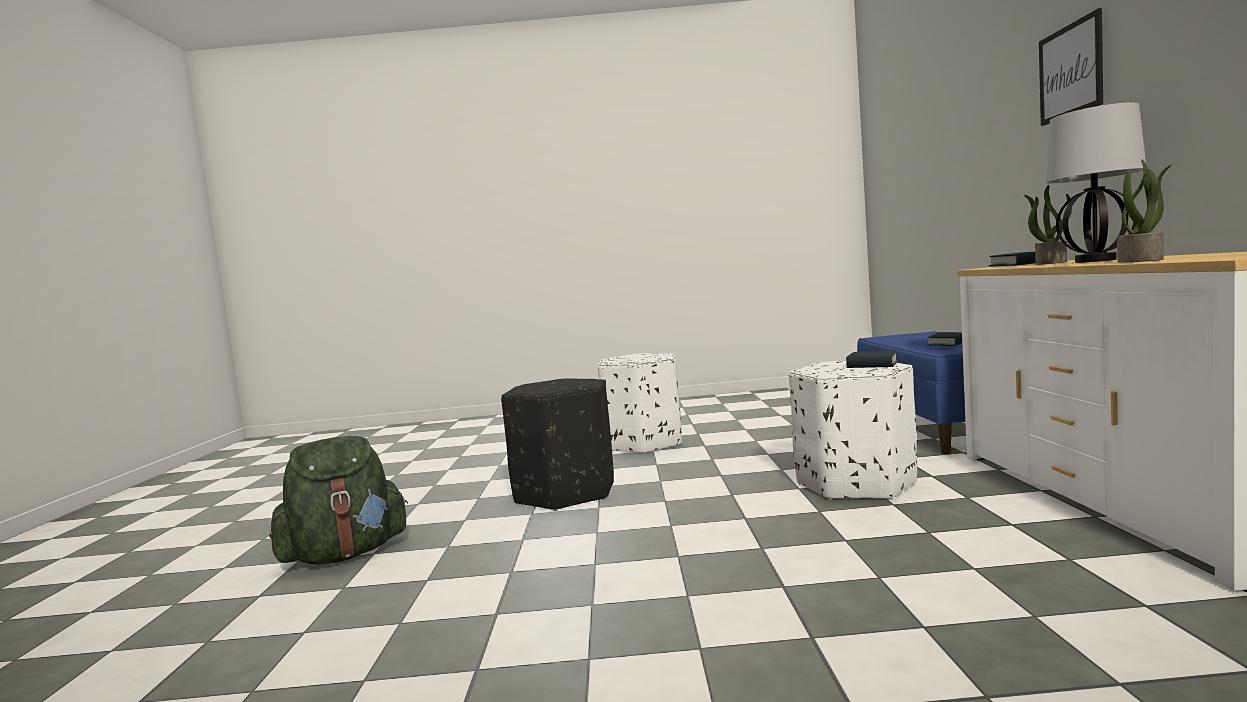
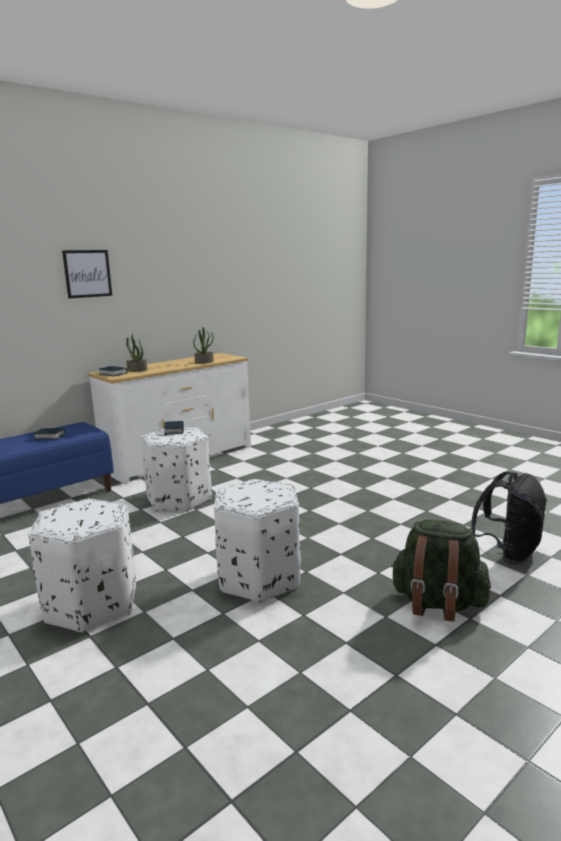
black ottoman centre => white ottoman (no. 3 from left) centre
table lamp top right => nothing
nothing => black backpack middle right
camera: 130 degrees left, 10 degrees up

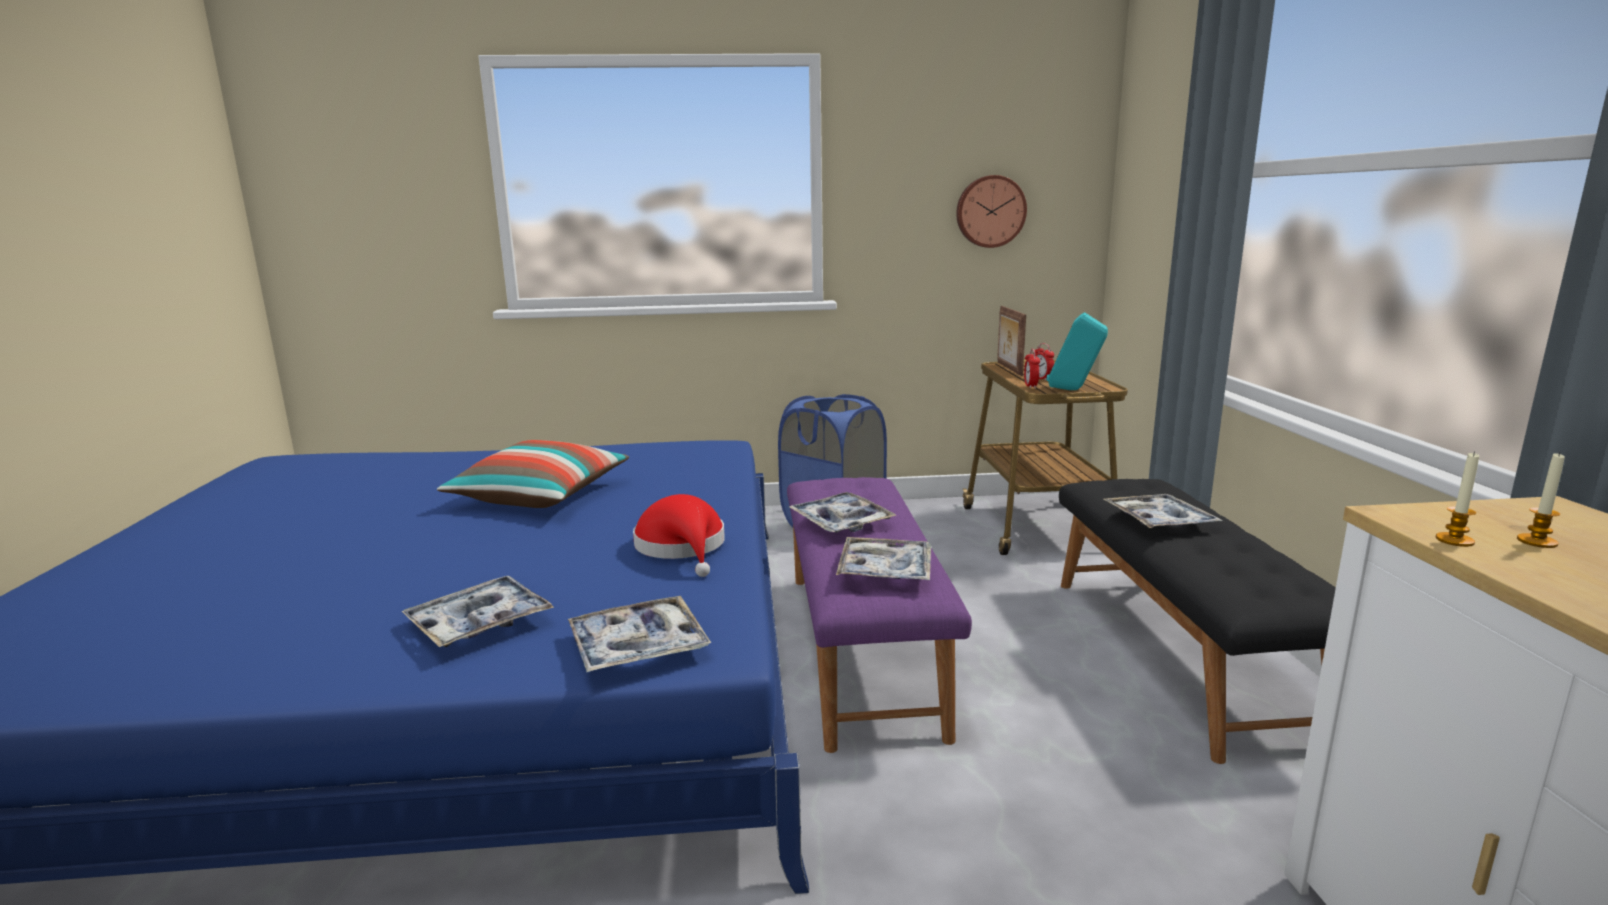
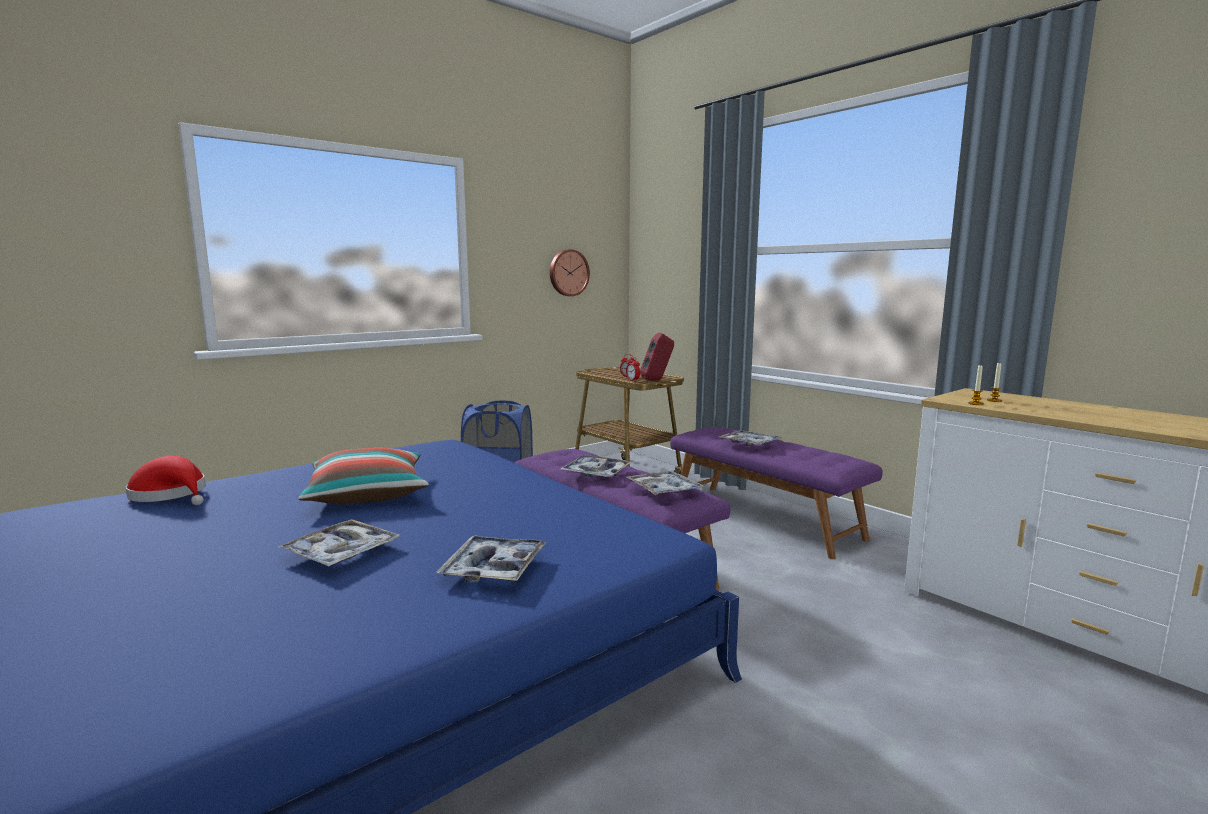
tray (no. 2 from left in the first image) bottom centre => tray (no. 1 from left) bottom left, shifted
red hat centre => red hat middle left, shifted
picture frame centre => nothing
turquoise speaker middle right => red speaker centre
black bench bottom right => purple bench (no. 2 from left) centre
camera: 35 degrees left, 5 degrees down

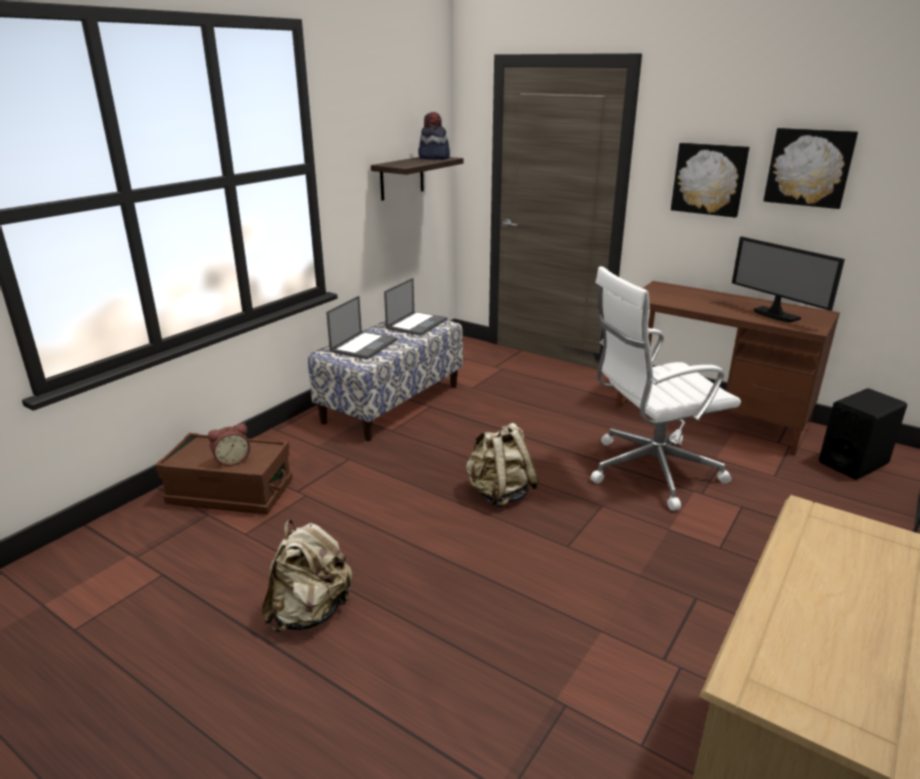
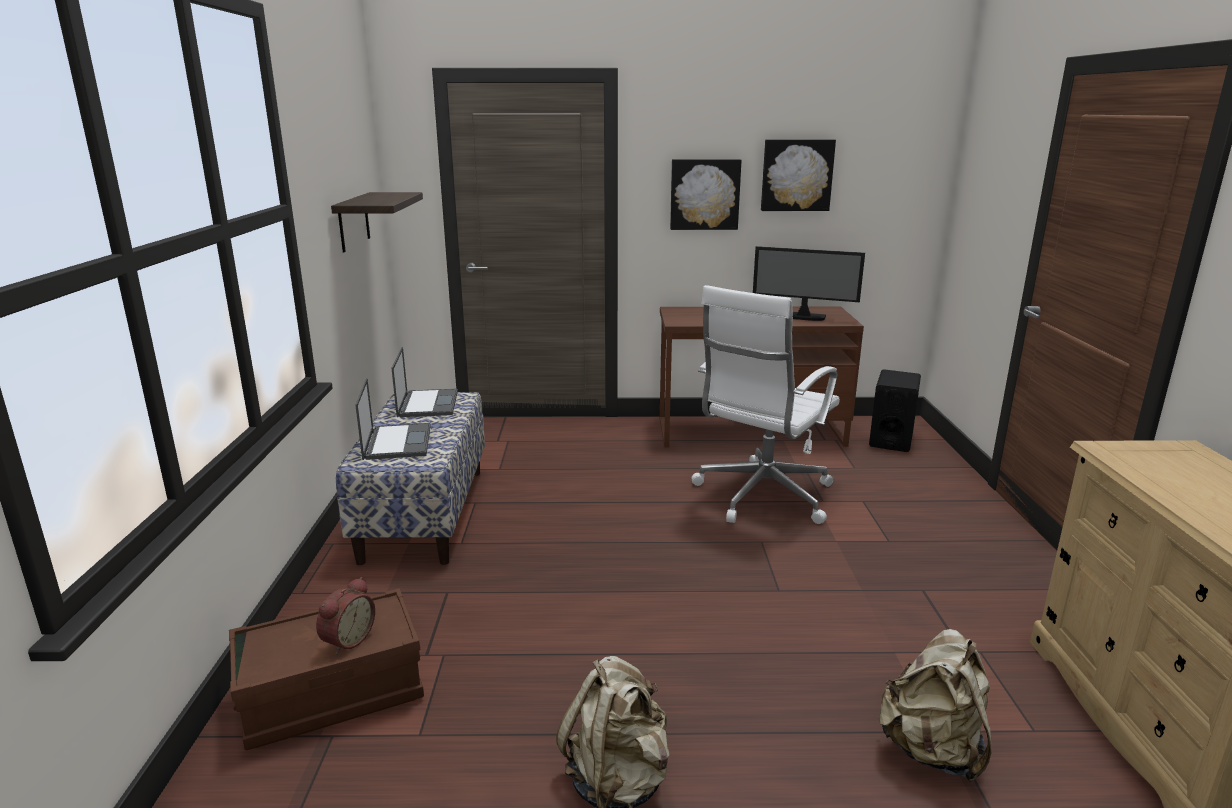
hat top centre => nothing
beige backpack (no. 2 from left) centre => beige backpack (no. 2 from left) bottom right, shifted
camera: 35 degrees left, 5 degrees down

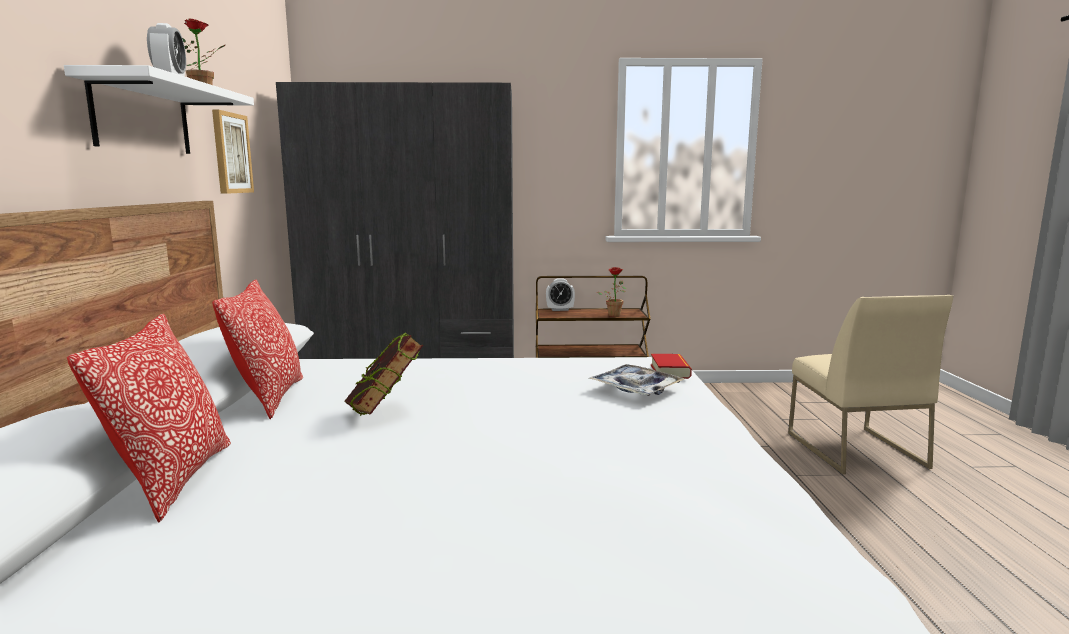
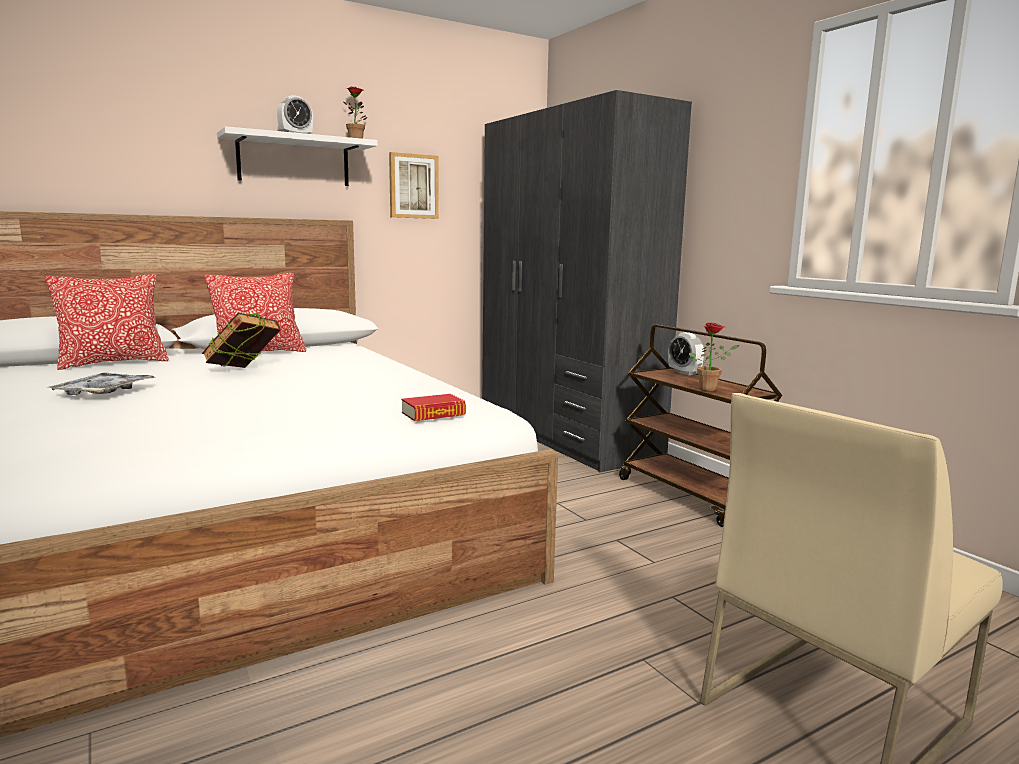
tray centre => tray middle left, shifted
camera: 60 degrees right, 0 degrees up

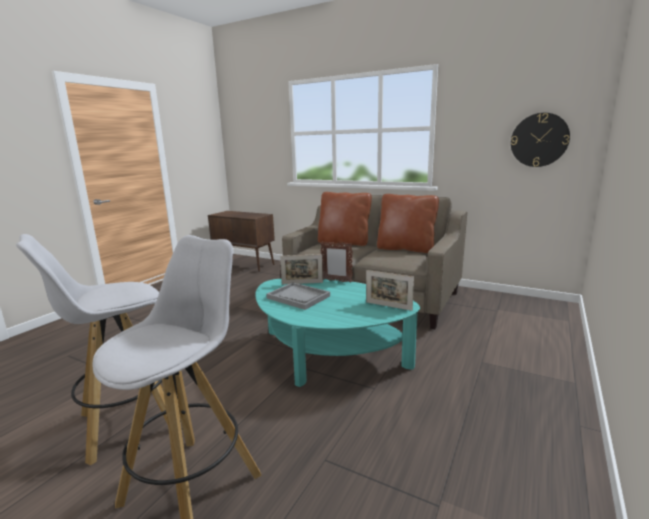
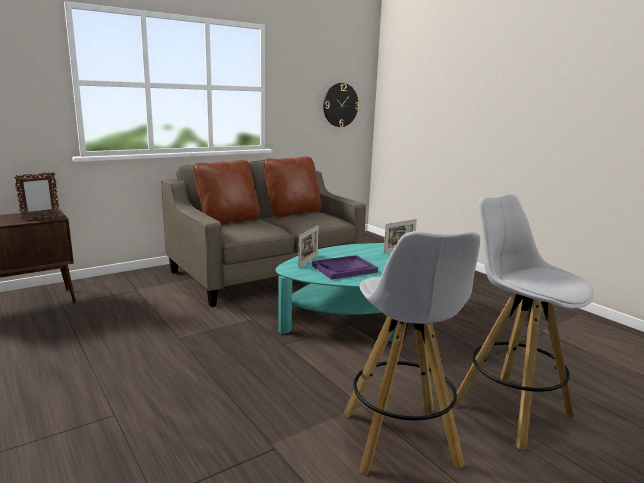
grey tray centre => purple tray centre
picture frame (no. 2 from left in the first image) centre => picture frame (no. 1 from left) middle left, shifted
camera: 65 degrees left, 0 degrees up

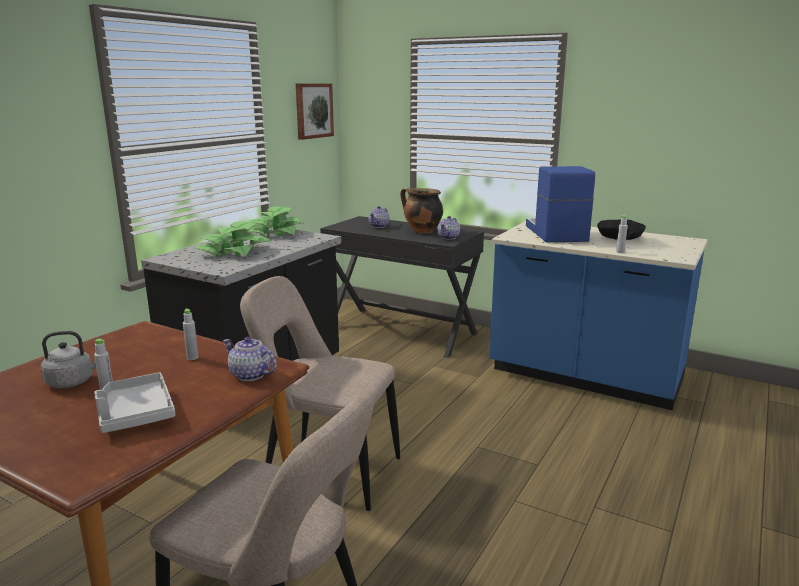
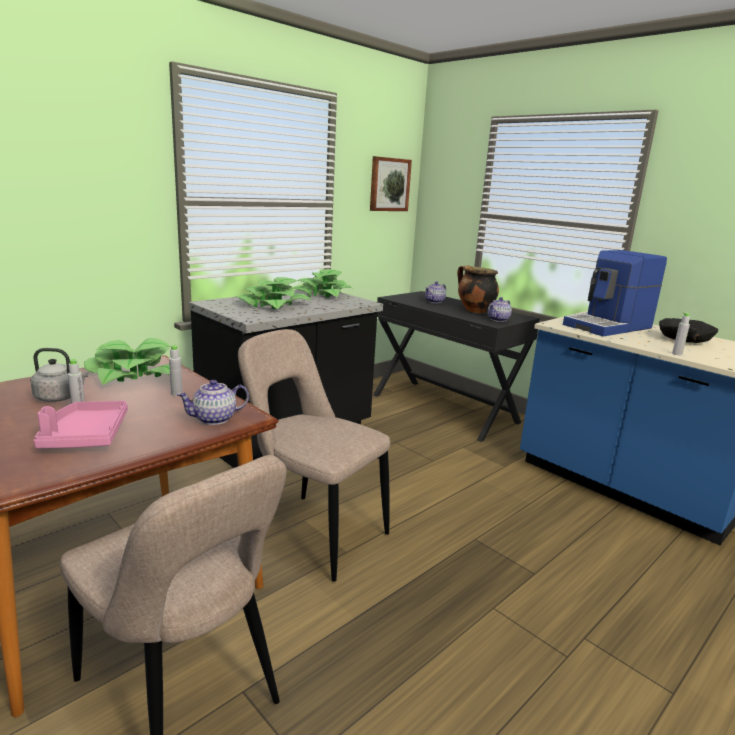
grey tray bottom left => pink tray middle left
teapot (no. 1 from left) middle left, 75 degrees counterclockwise
coffee machine middle right, 135 degrees counterclockwise
nothing => potted plant (no. 1 from left) middle left
camera: 15 degrees right, 0 degrees up

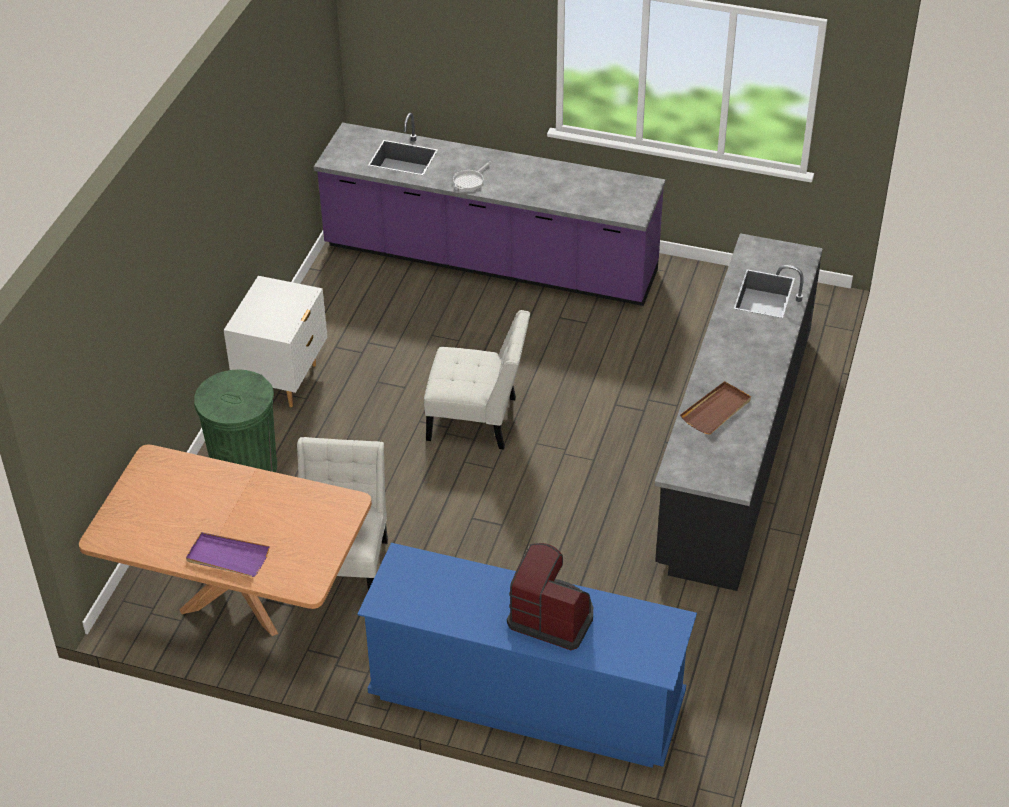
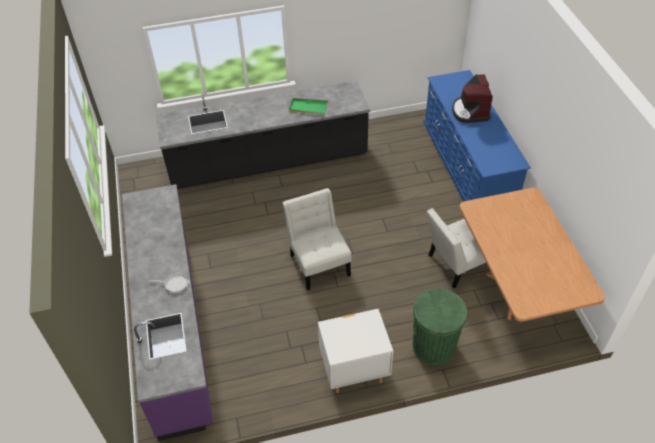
purple tray bottom left => nothing
brown tray middle right => green tray top centre
camera: 120 degrees left, 5 degrees up

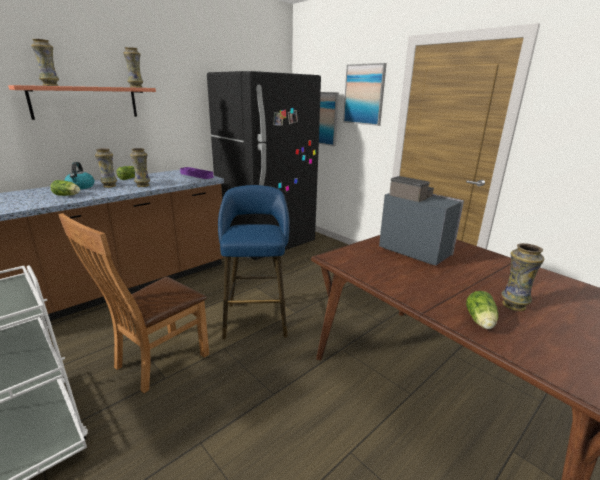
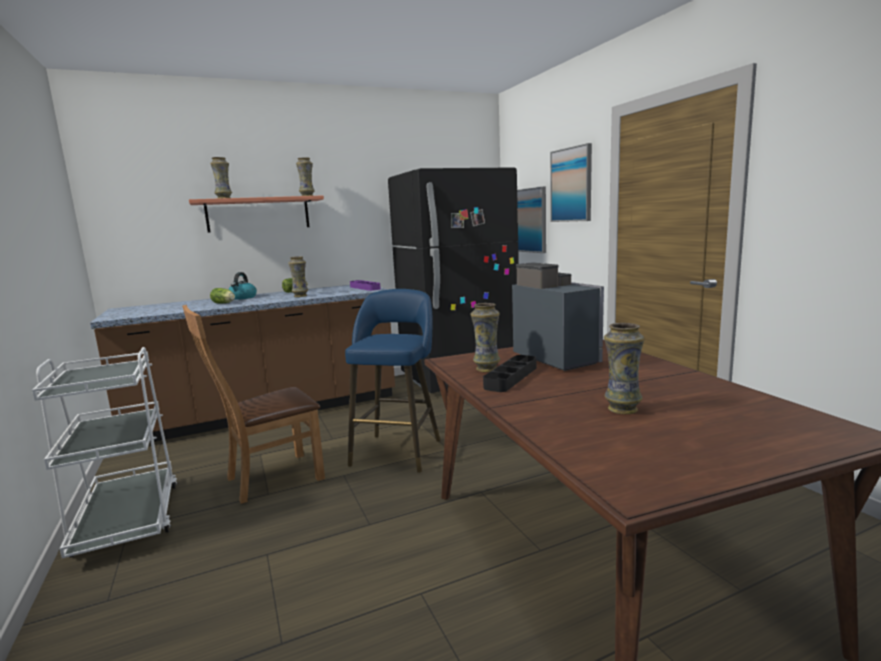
vase (no. 2 from left in the first image) middle left => vase (no. 4 from left) centre, shifted
lettuce (no. 3 from left) middle right => nothing
nothing => black tray centre
camera: 20 degrees right, 10 degrees down

